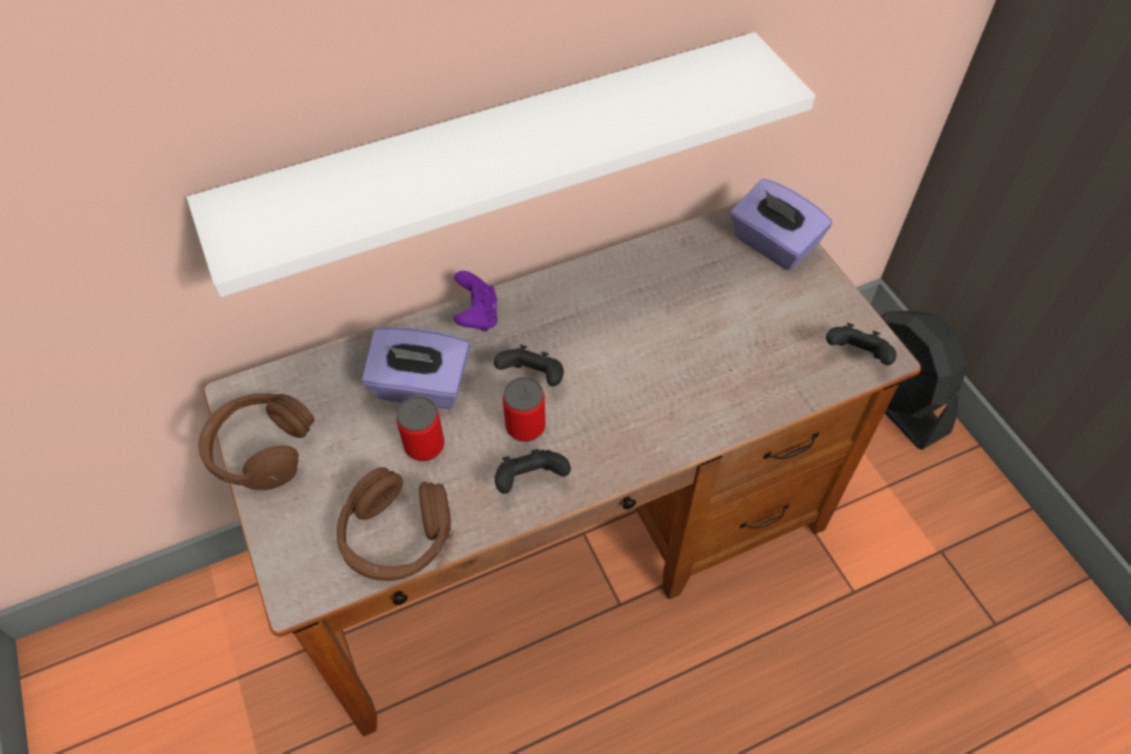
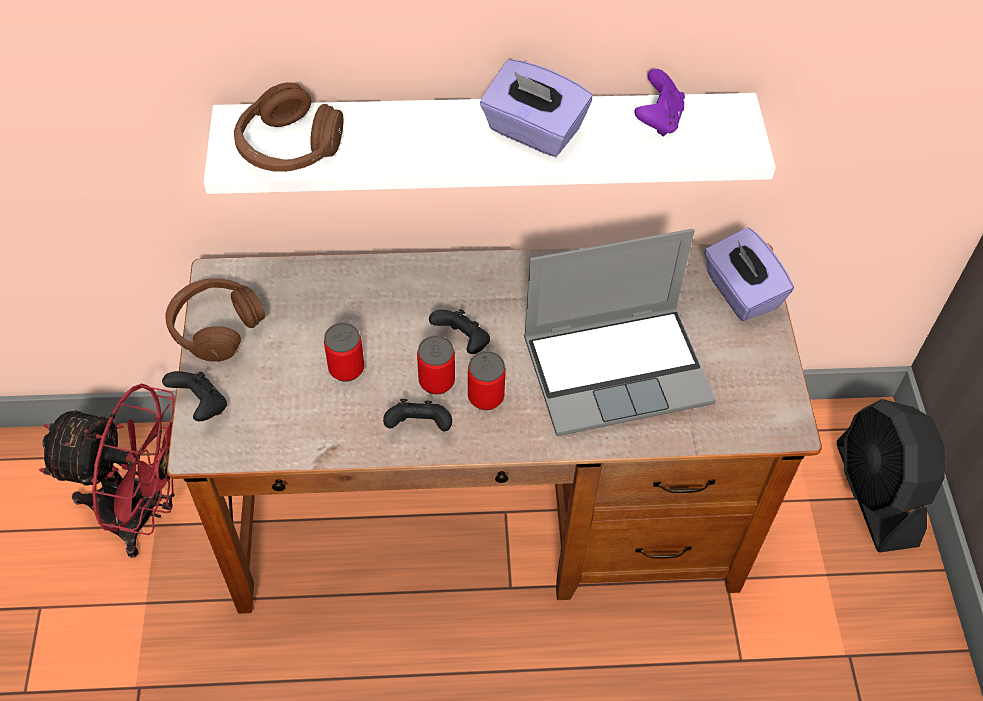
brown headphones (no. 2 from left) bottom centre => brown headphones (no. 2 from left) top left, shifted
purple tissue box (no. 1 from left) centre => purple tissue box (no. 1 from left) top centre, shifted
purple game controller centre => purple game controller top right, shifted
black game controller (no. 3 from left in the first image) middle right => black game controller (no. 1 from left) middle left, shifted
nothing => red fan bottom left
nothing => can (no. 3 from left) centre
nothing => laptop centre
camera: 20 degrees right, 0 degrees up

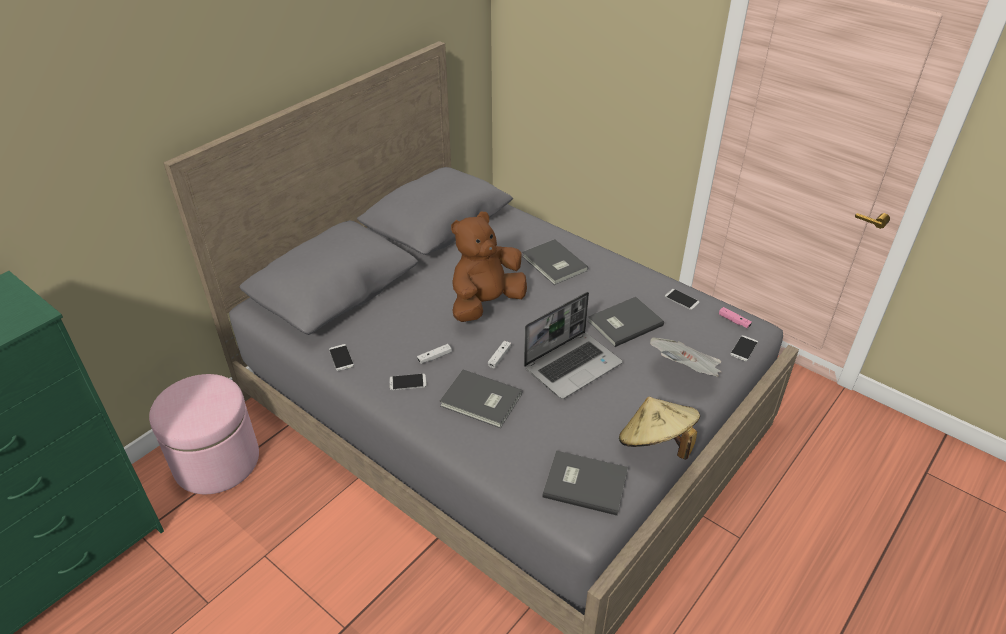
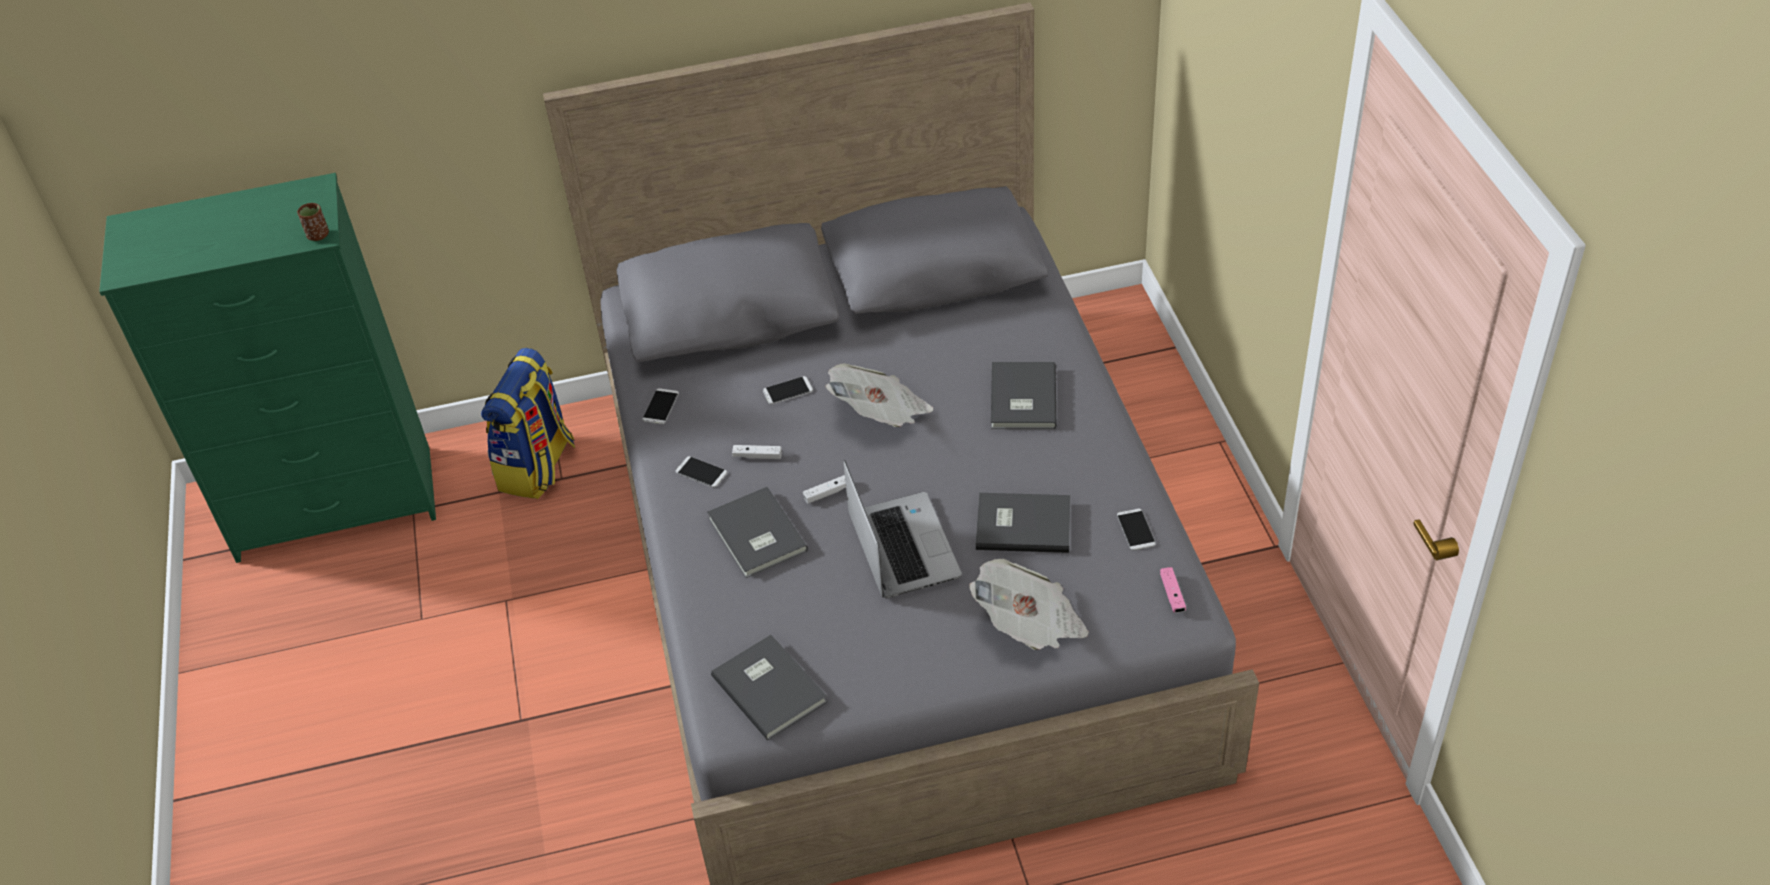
pink ottoman bottom left => backpack middle left
brown plush toy centre => newspaper (no. 1 from left) centre
laptop centre, 105 degrees counterclockwise
beige hat bottom centre => nothing
phone (no. 4 from left in the first image) middle right => phone (no. 3 from left) centre, shifted
nothing => brown cup top left
camera: 40 degrees right, 5 degrees up

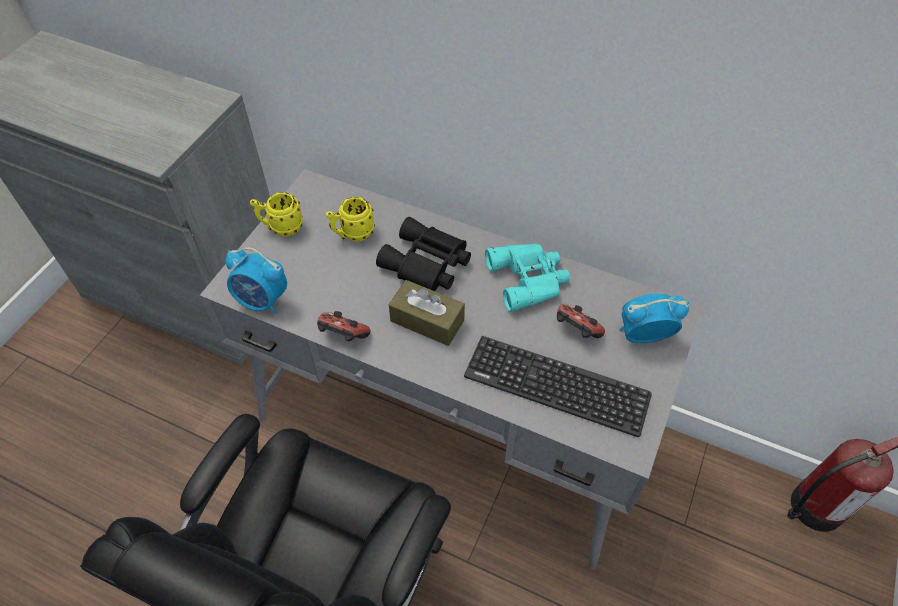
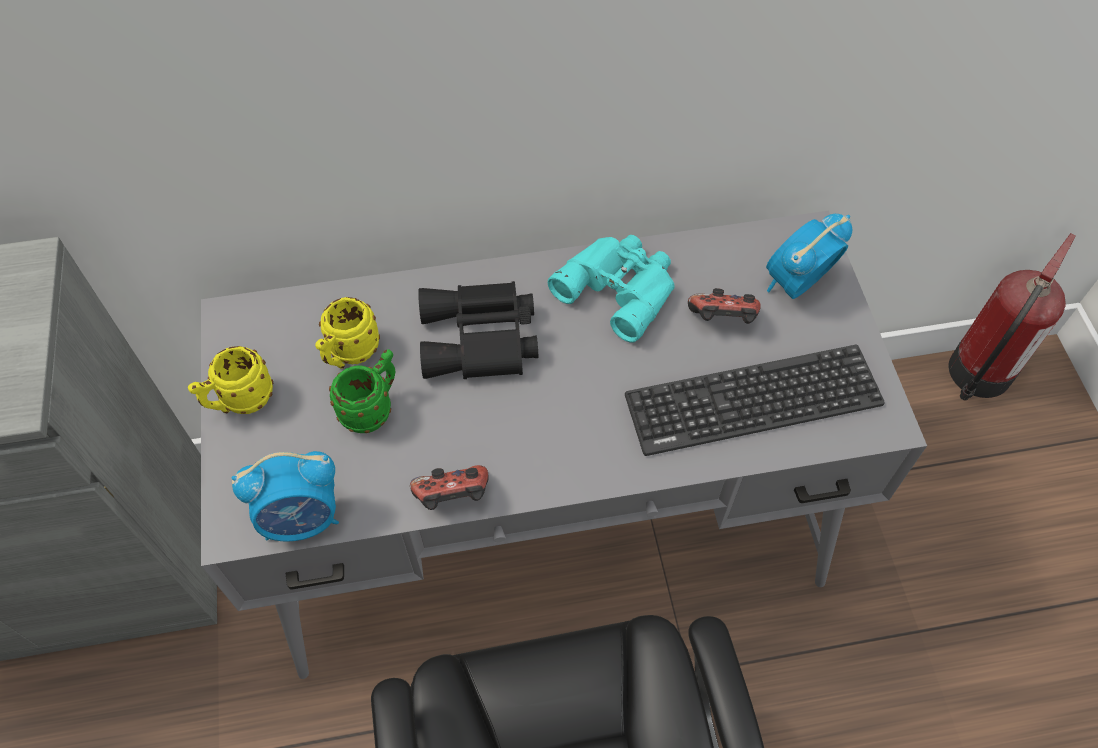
brown tissue box centre => nothing
nothing => green mug middle left
camera: 35 degrees left, 5 degrees up

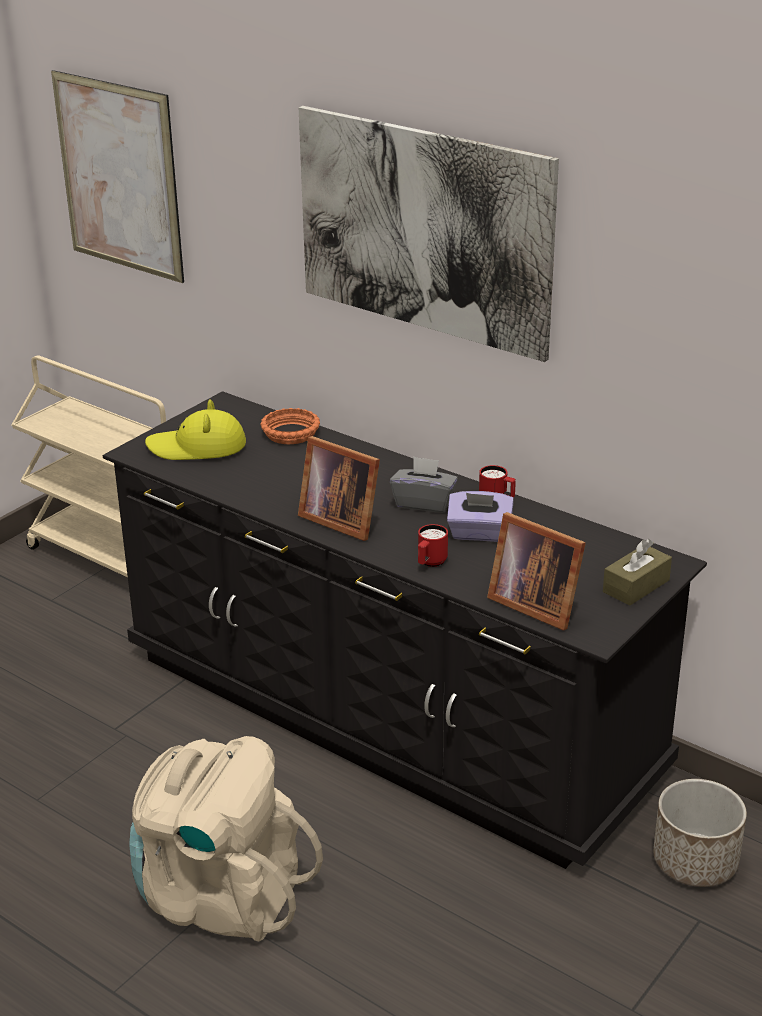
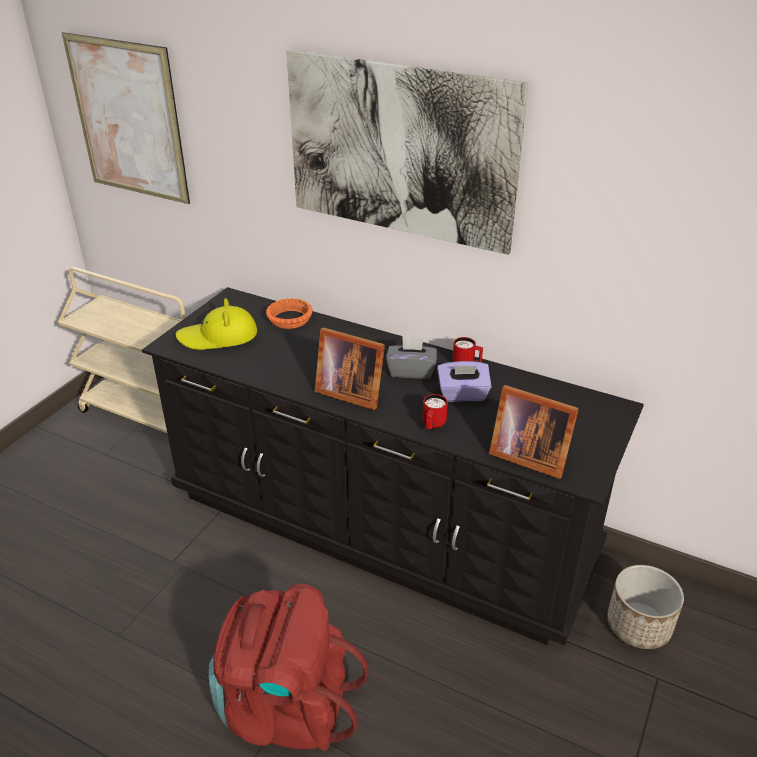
beige backpack bottom left => red backpack bottom centre
brown tissue box middle right => nothing
camera: 10 degrees left, 5 degrees up

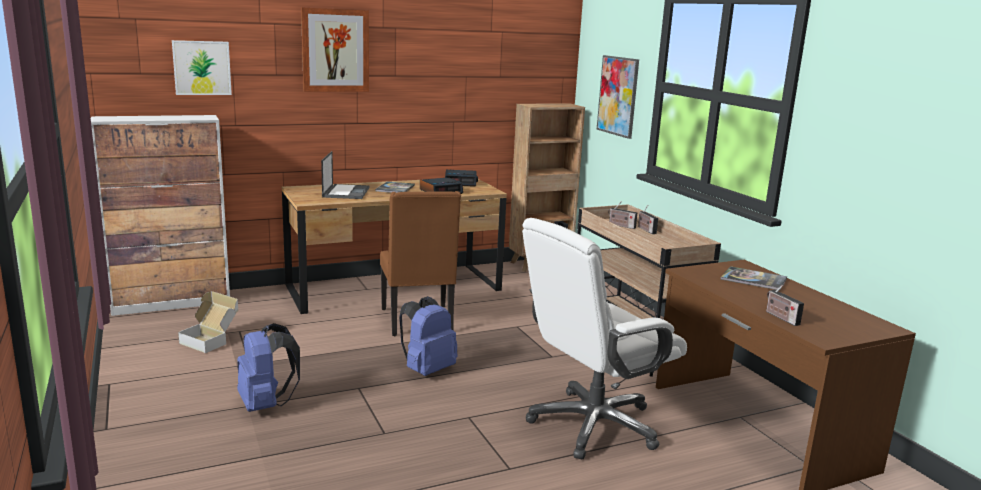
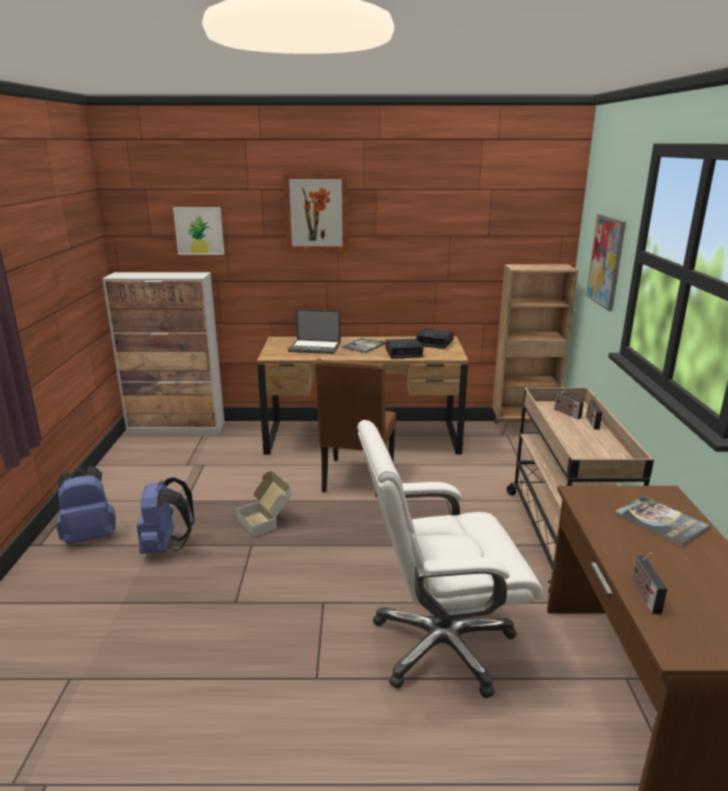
cardboard box middle left => cardboard box centre, shifted
laptop centre, 75 degrees clockwise
blue backpack (no. 2 from left in the first image) bottom centre => blue backpack (no. 1 from left) middle left, shifted
camera: 25 degrees right, 5 degrees up

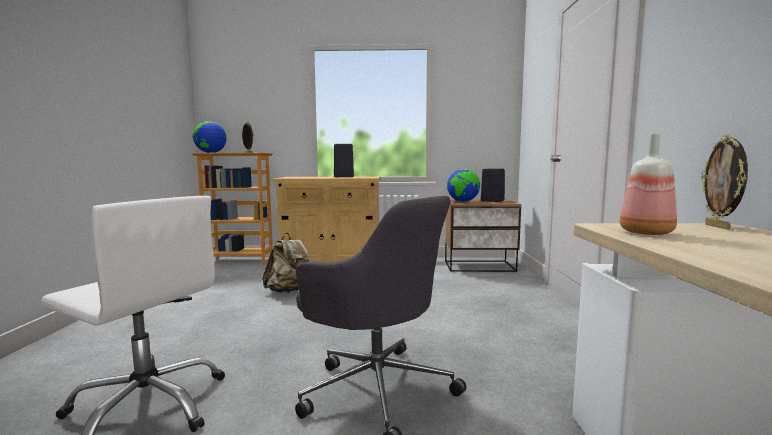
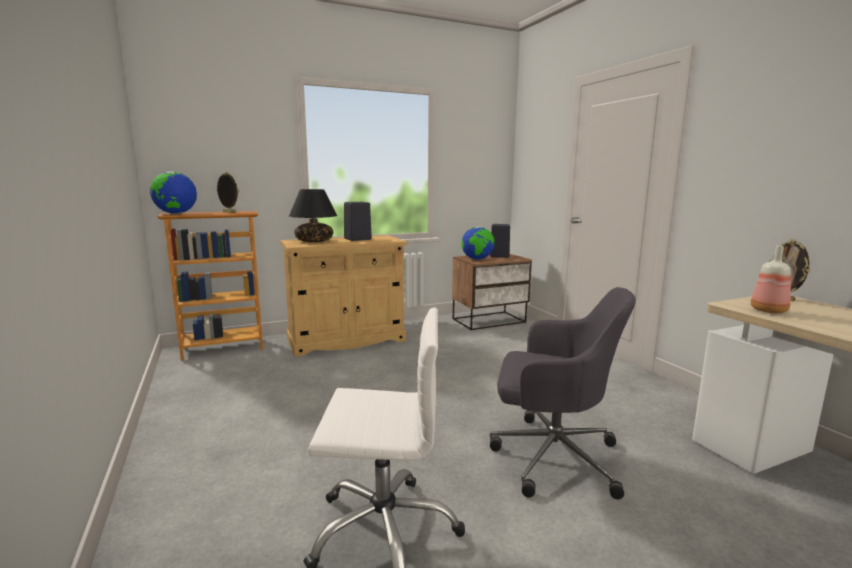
beige backpack centre => nothing
nothing => black table lamp centre
camera: 25 degrees left, 5 degrees up

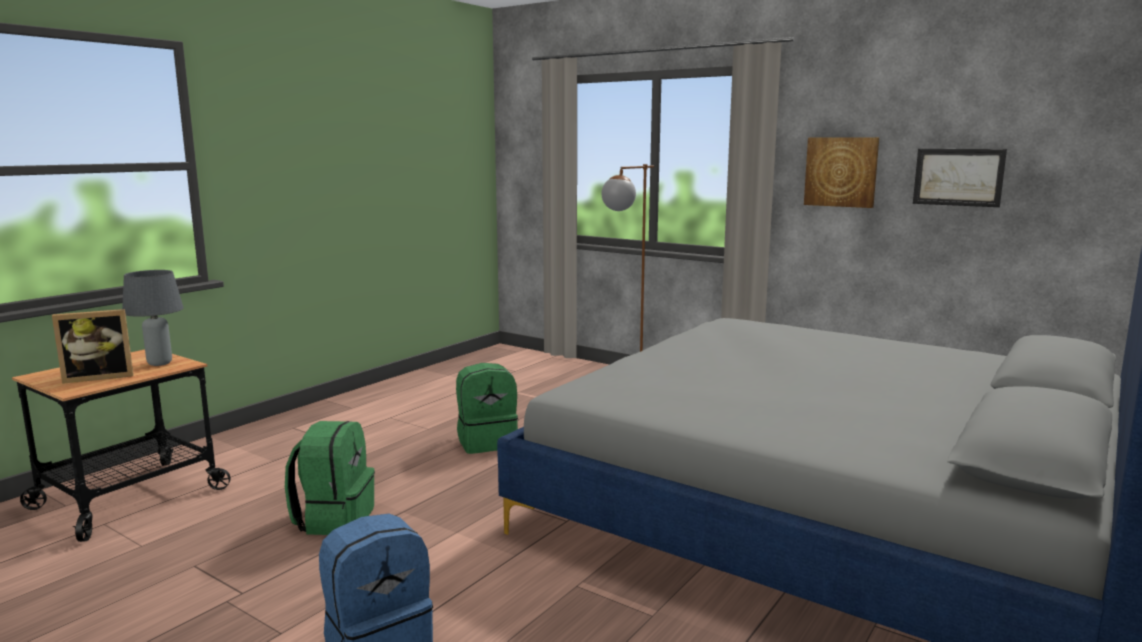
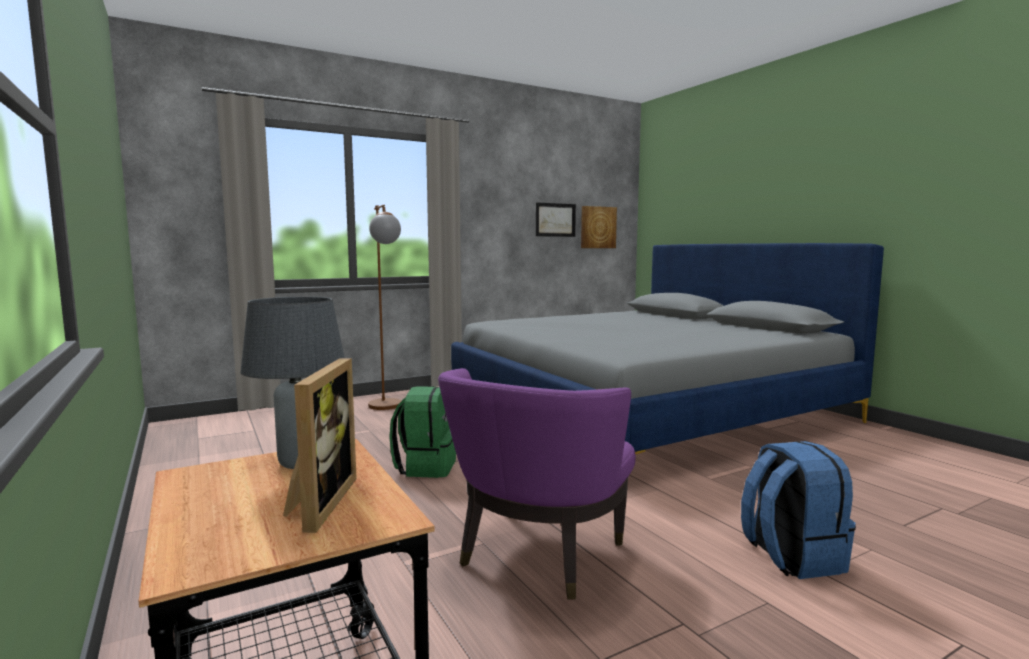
green backpack (no. 1 from left) bottom left => purple armchair bottom centre
picture (no. 1 from left in the first image) top right => picture (no. 2 from left) centre, shifted
camera: 65 degrees left, 5 degrees down

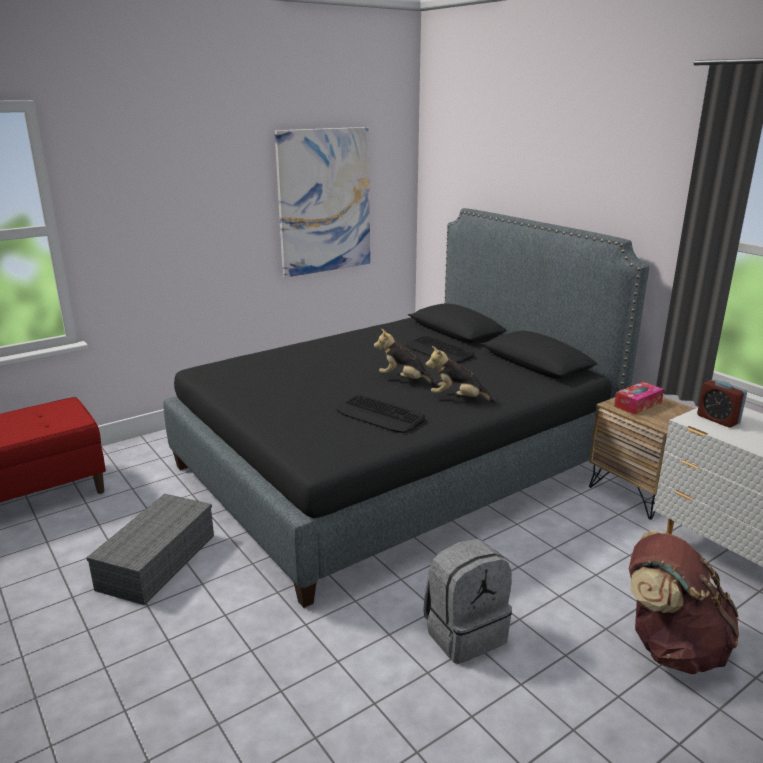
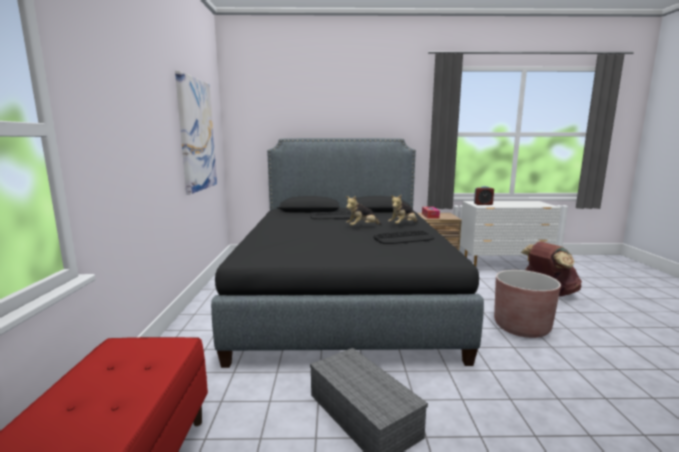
grey backpack bottom centre => brown planter bottom right
camera: 55 degrees left, 10 degrees down

